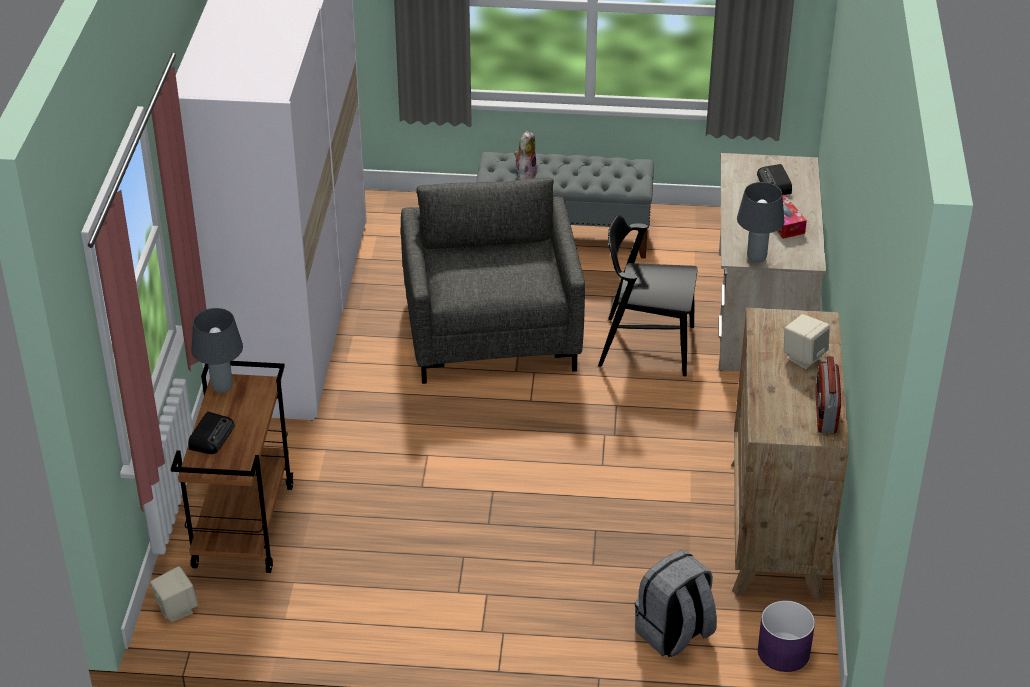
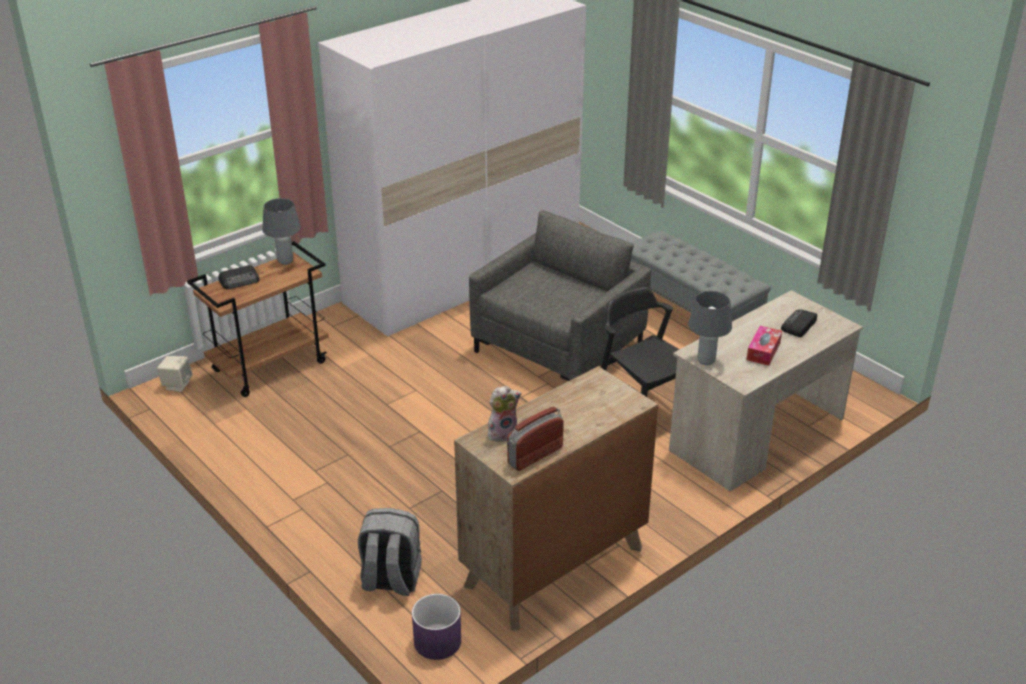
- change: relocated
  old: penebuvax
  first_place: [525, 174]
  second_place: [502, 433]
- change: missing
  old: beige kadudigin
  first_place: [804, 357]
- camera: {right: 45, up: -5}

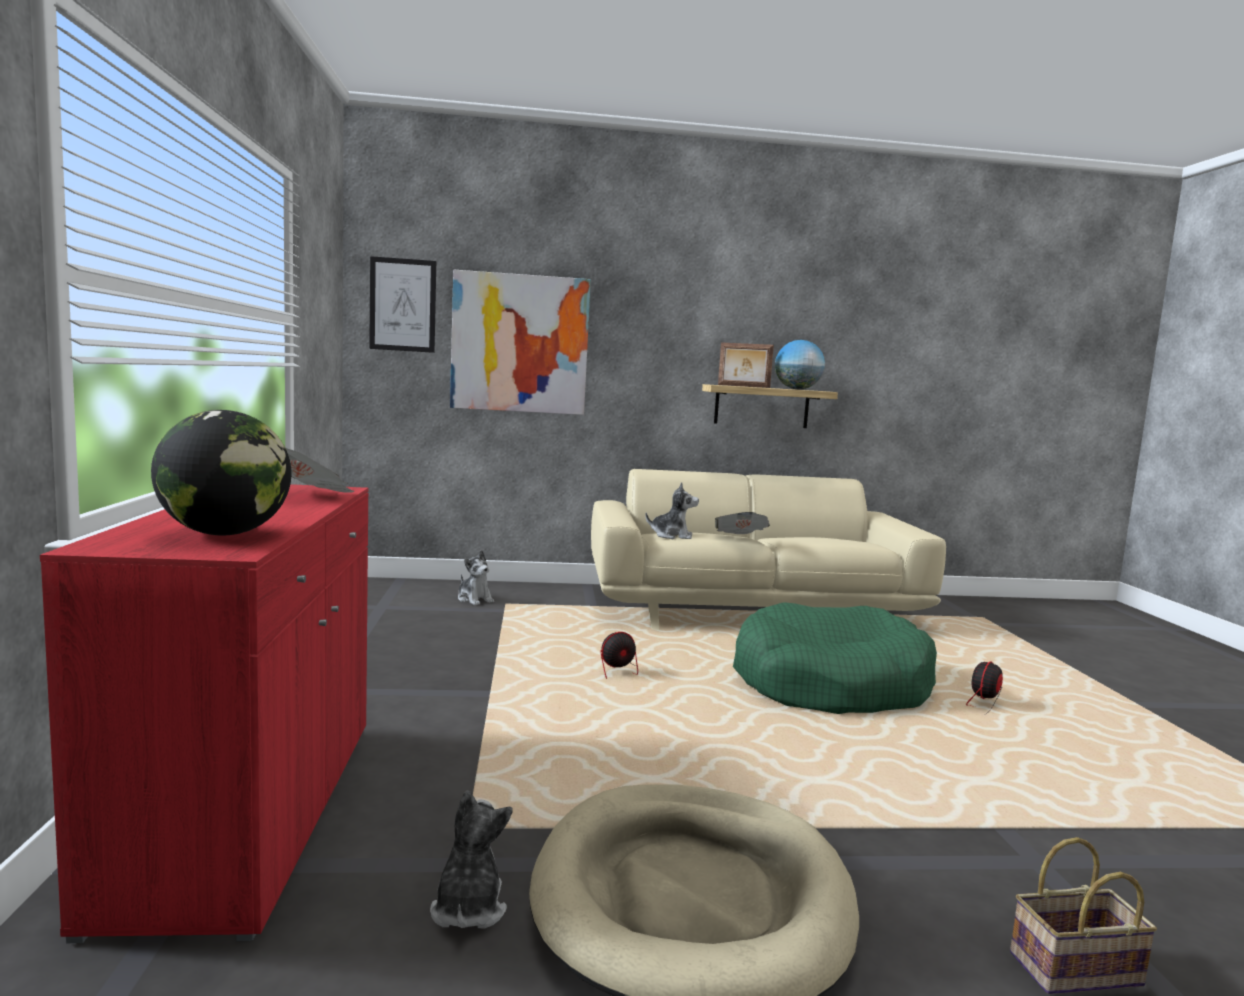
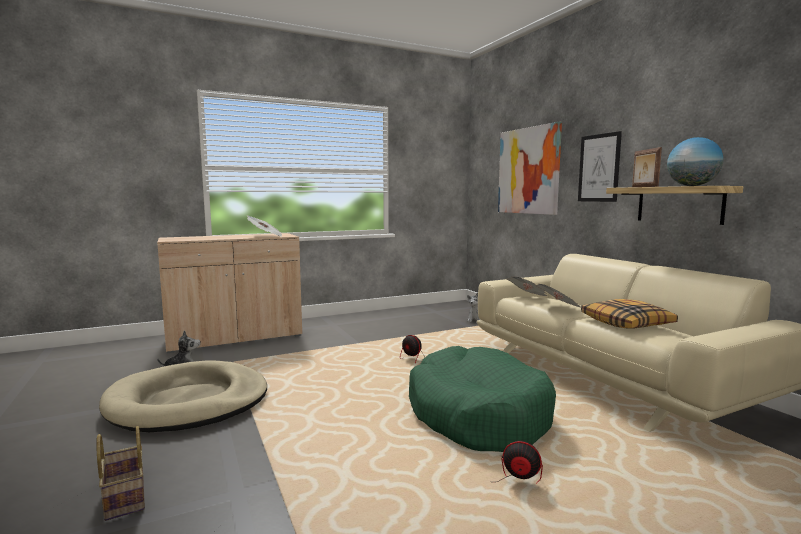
- change: relocated
  old: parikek
  first_place: [403, 305]
  second_place: [599, 168]
- change: missing
  old: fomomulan
  first_place: [224, 534]
- change: exchanged
  old: penebuvax
  new: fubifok
  first_place: [672, 536]
  second_place: [528, 297]
- change: colour
  old: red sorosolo
  new: beige sorosolo
  first_place: [251, 812]
  second_place: [235, 337]
- change: appeared
  new: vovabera
  second_place: [627, 323]
- camera: {right: 70, up: 0}

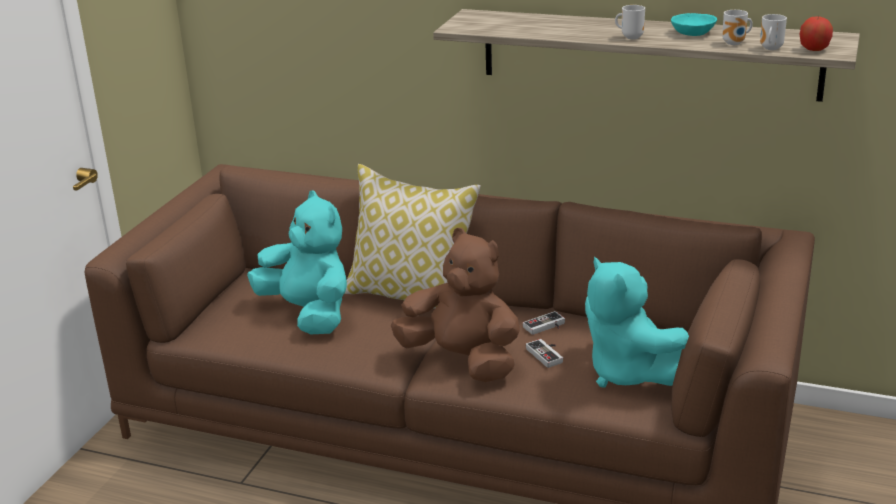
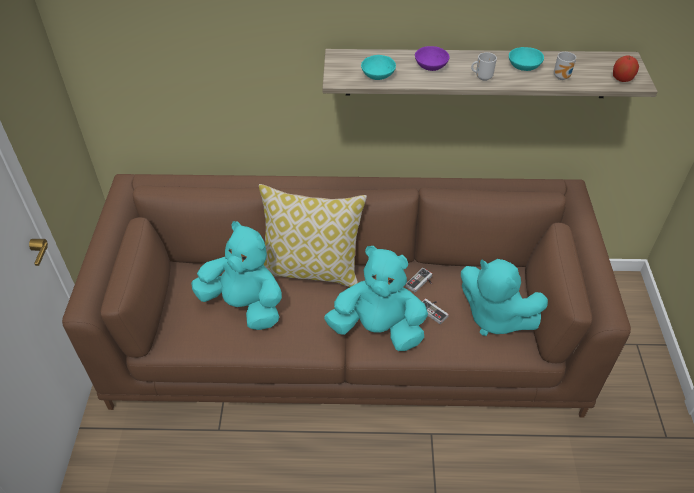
- change: missing
  old: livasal
  first_place: [769, 48]
- change: colour
  old: brown penebuvax
  new: turquoise penebuvax
  first_place: [462, 360]
  second_place: [378, 329]
- change: appeared
  new: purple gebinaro
  second_place: [429, 65]
- change: appeared
  new: turquoise gebinaro
  second_place: [377, 74]
- camera: {right: -20, up: 20}

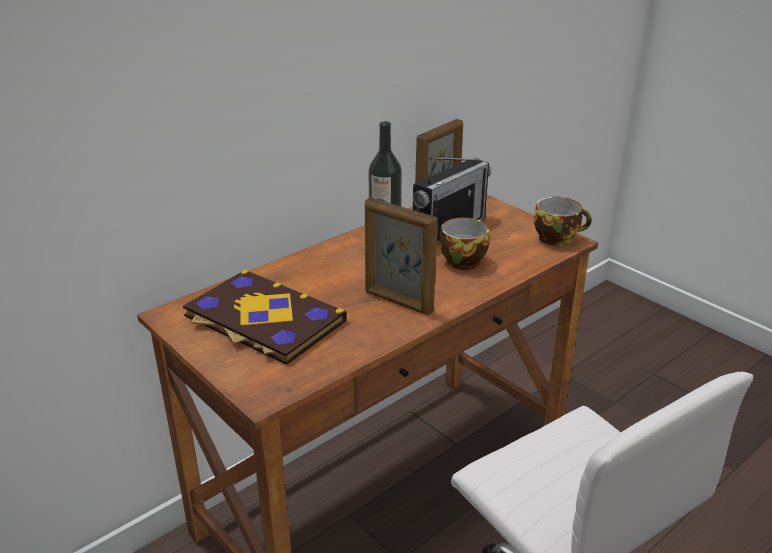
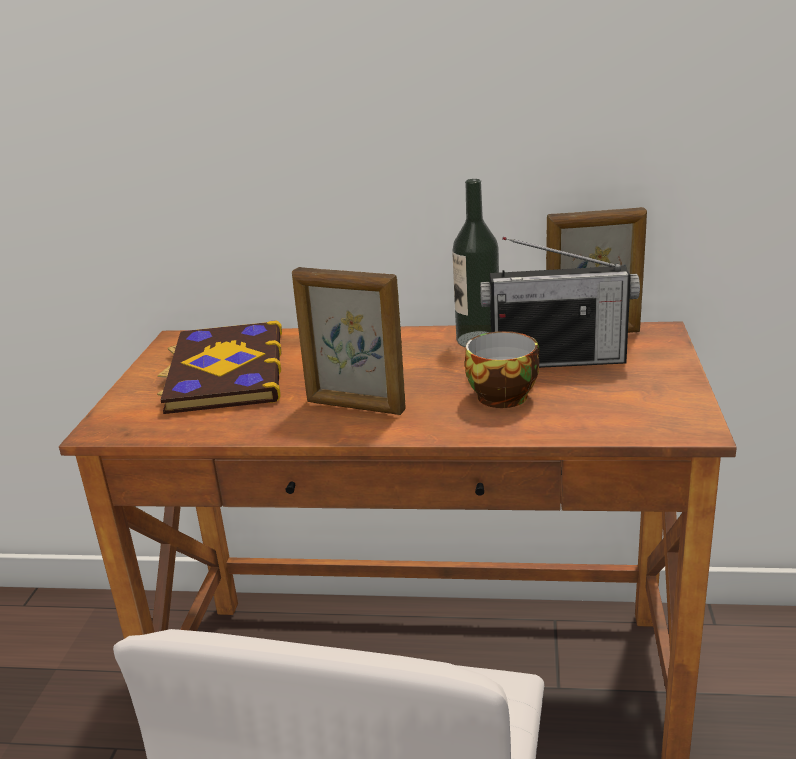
- change: spun
  old: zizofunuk
  first_place: [398, 302]
  second_place: [355, 406]
  degrees: -60
- change: missing
  old: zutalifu
  first_place: [557, 238]
- camera: {right: 50, up: -5}

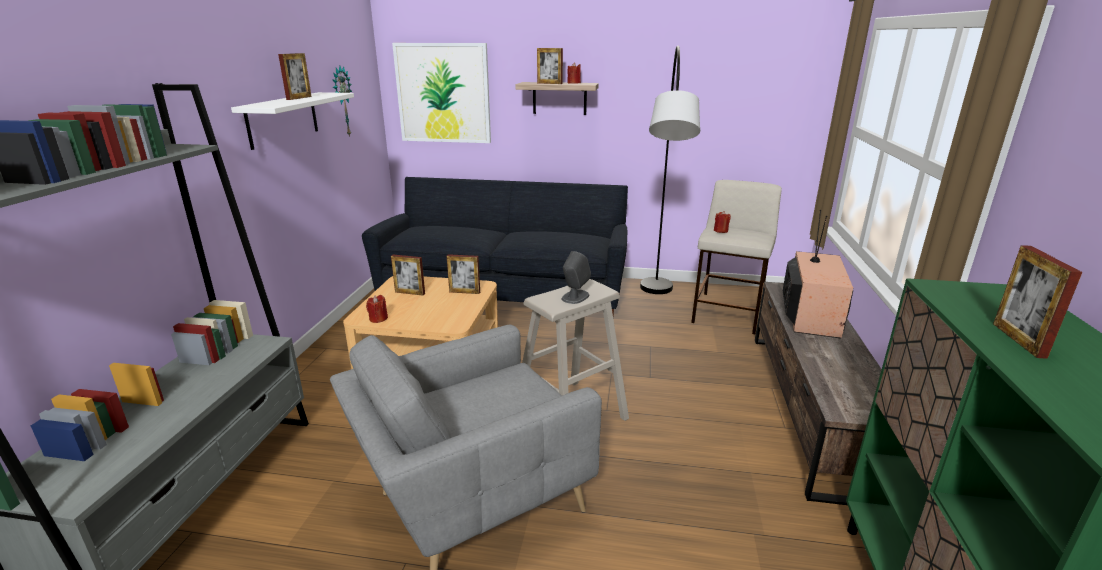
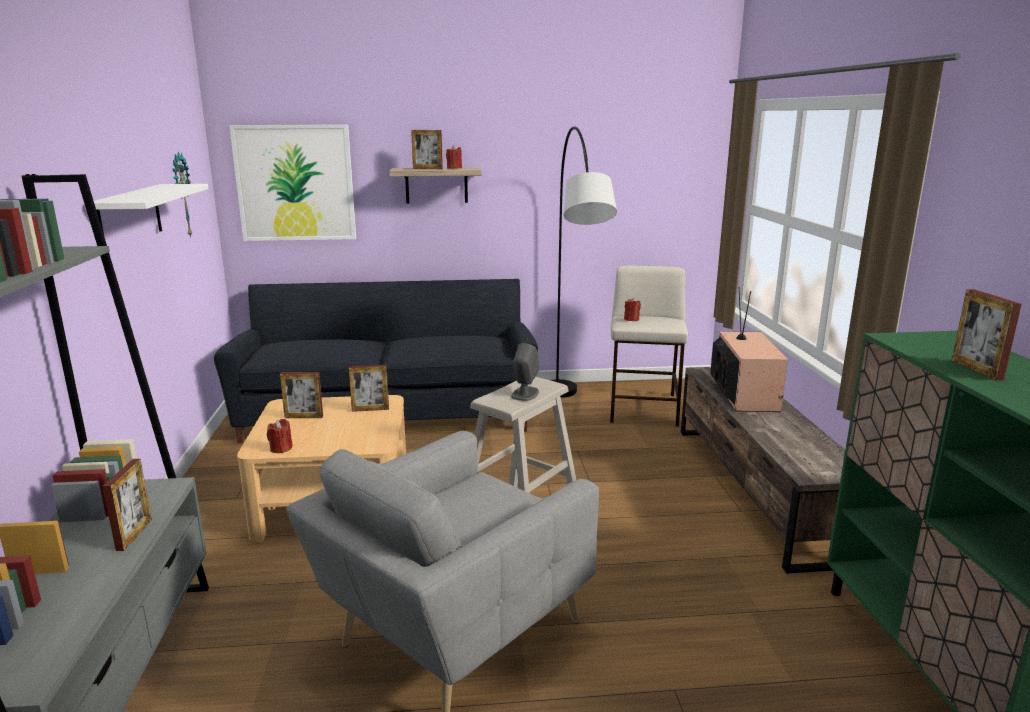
- change: relocated
  old: zizofunuk
  first_place: [299, 98]
  second_place: [134, 534]
- camera: {right: -15, up: -5}

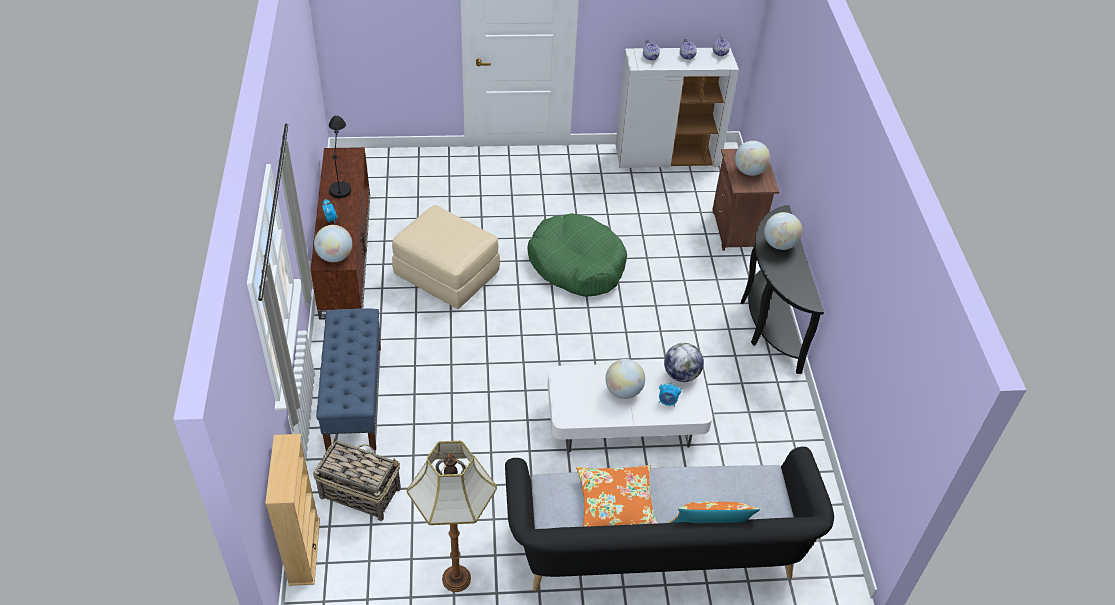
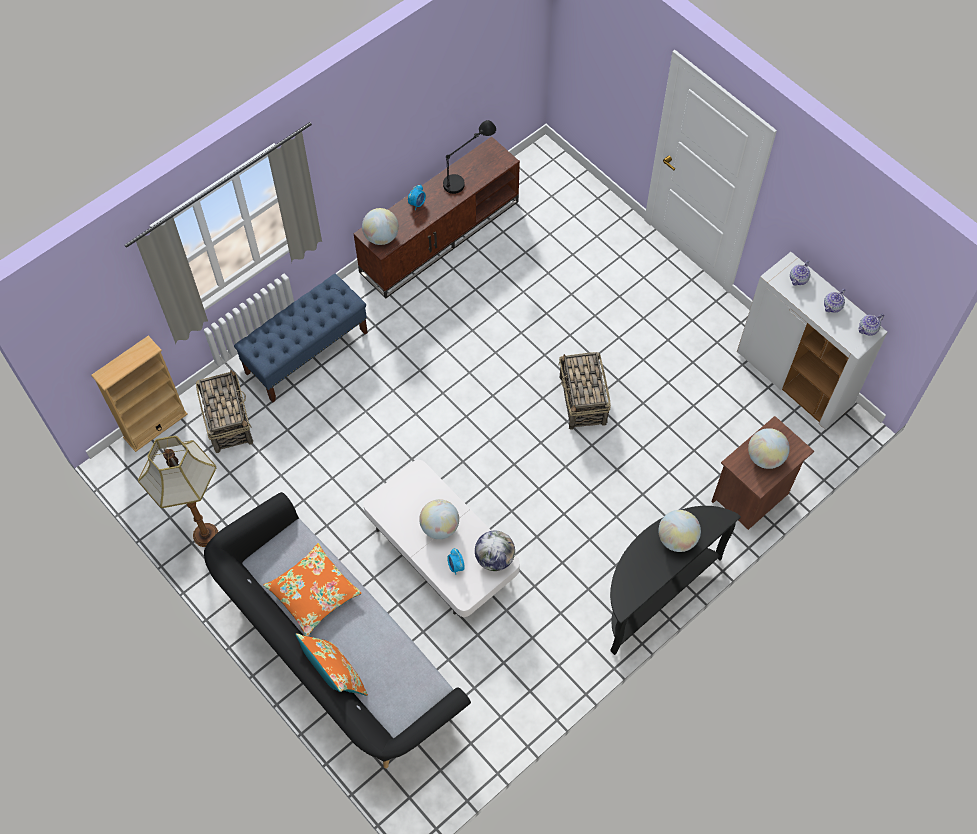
- change: missing
  old: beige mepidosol
  first_place: [446, 274]
- change: exchanged
  old: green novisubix
  new: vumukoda
  first_place: [576, 264]
  second_place: [582, 401]
- camera: {right: 55, up: 15}

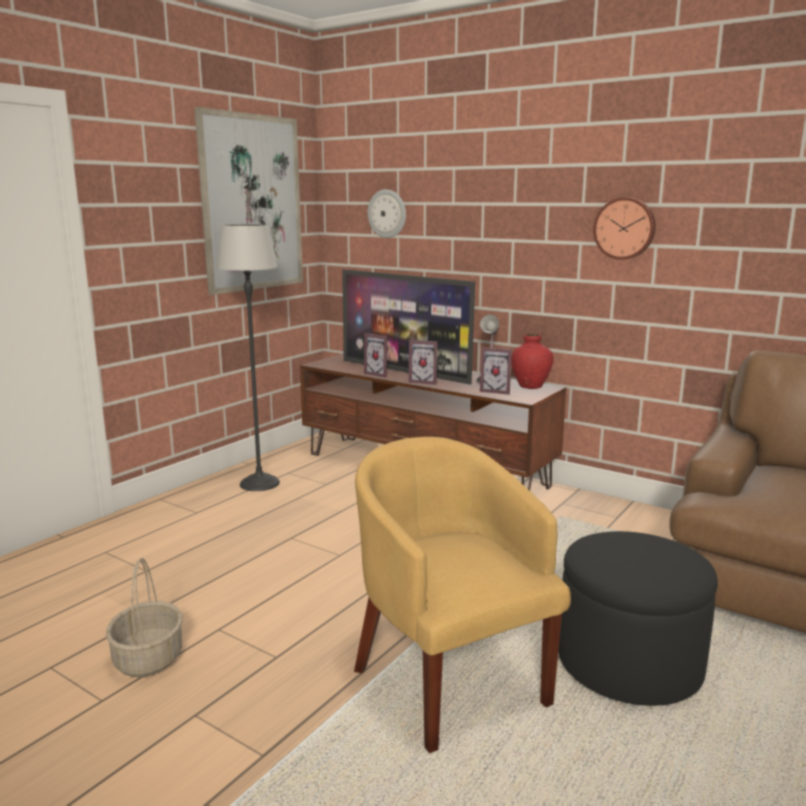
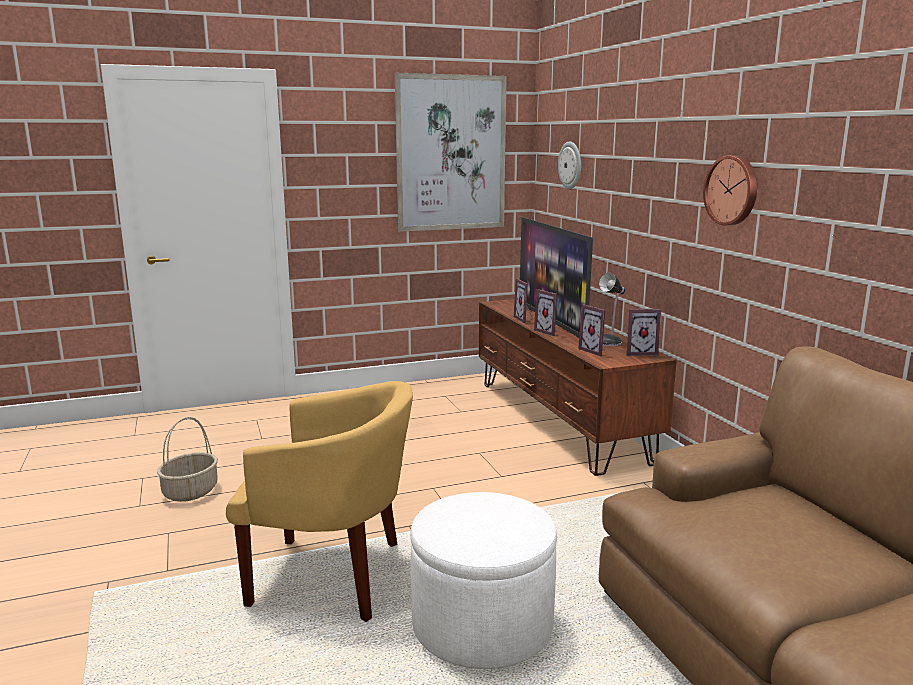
- change: missing
  old: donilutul
  first_place: [260, 483]
- change: exchanged
  old: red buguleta
  new: zizofunuk
  first_place: [530, 386]
  second_place: [640, 353]
- change: spun
  old: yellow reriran
  first_place: [448, 679]
  second_place: [333, 576]
  degrees: 90
- change: colour
  old: black mepidosol
  new: white mepidosol
  first_place: [629, 663]
  second_place: [482, 625]
- camera: {right: 35, up: 0}

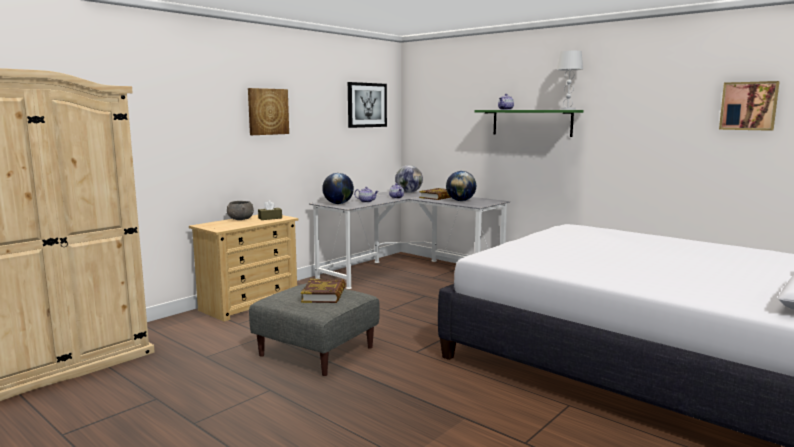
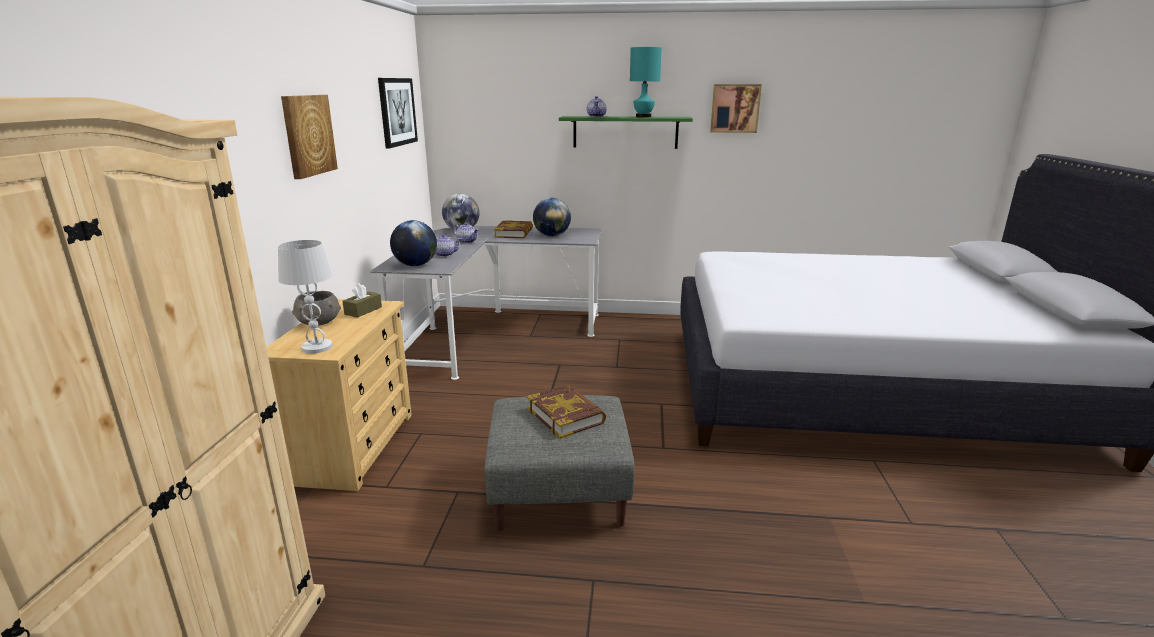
- change: relocated
  old: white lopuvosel
  first_place: [567, 109]
  second_place: [316, 347]
- change: relocated
  old: parikek
  first_place: [748, 106]
  second_place: [735, 108]
- change: appeared
  new: turquoise lopuvosel
  second_place: [643, 117]
- camera: {right: -35, up: 10}

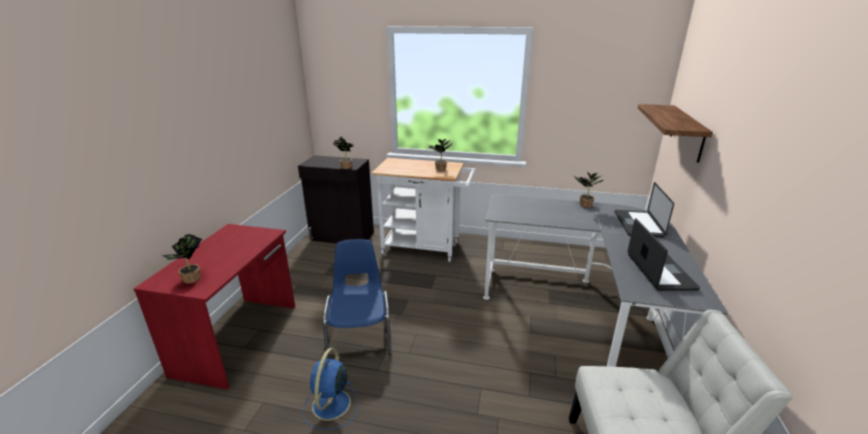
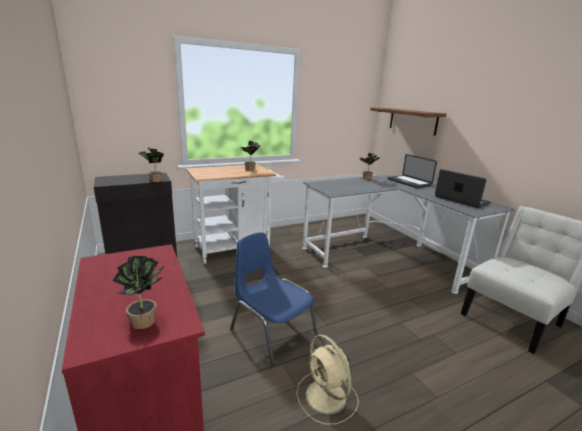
- change: colour
  old: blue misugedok
  new: beige misugedok
  first_place: [331, 406]
  second_place: [327, 397]
- camera: {right: -40, up: -5}

